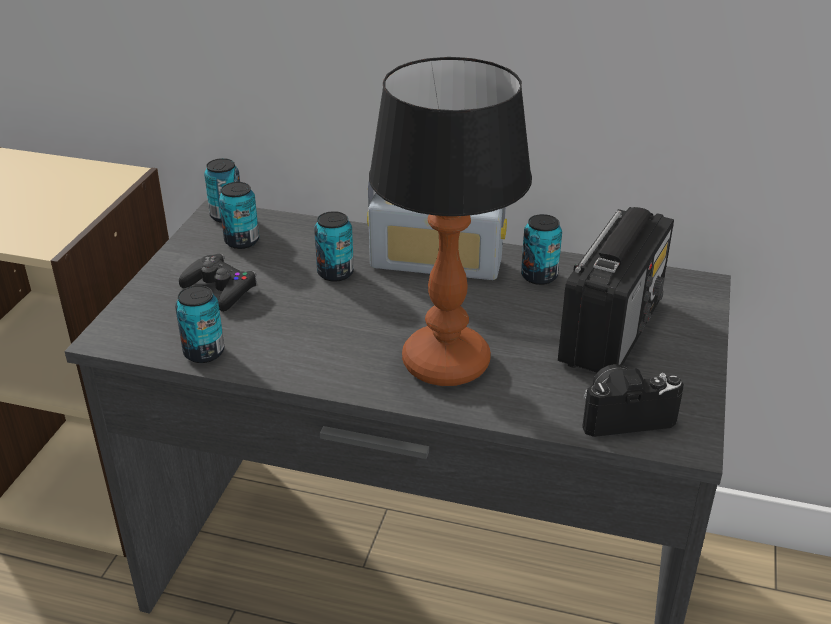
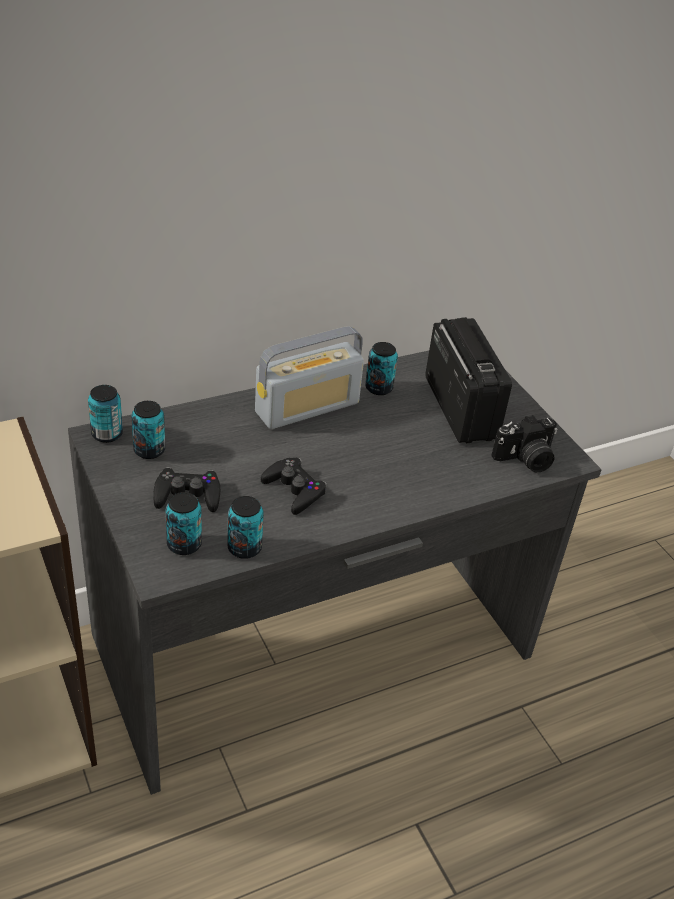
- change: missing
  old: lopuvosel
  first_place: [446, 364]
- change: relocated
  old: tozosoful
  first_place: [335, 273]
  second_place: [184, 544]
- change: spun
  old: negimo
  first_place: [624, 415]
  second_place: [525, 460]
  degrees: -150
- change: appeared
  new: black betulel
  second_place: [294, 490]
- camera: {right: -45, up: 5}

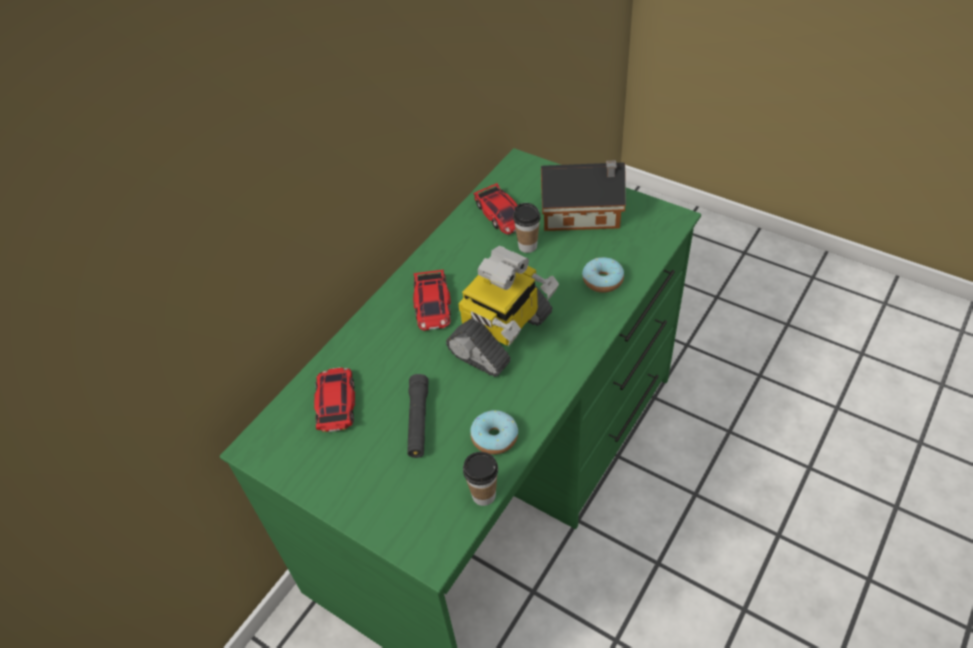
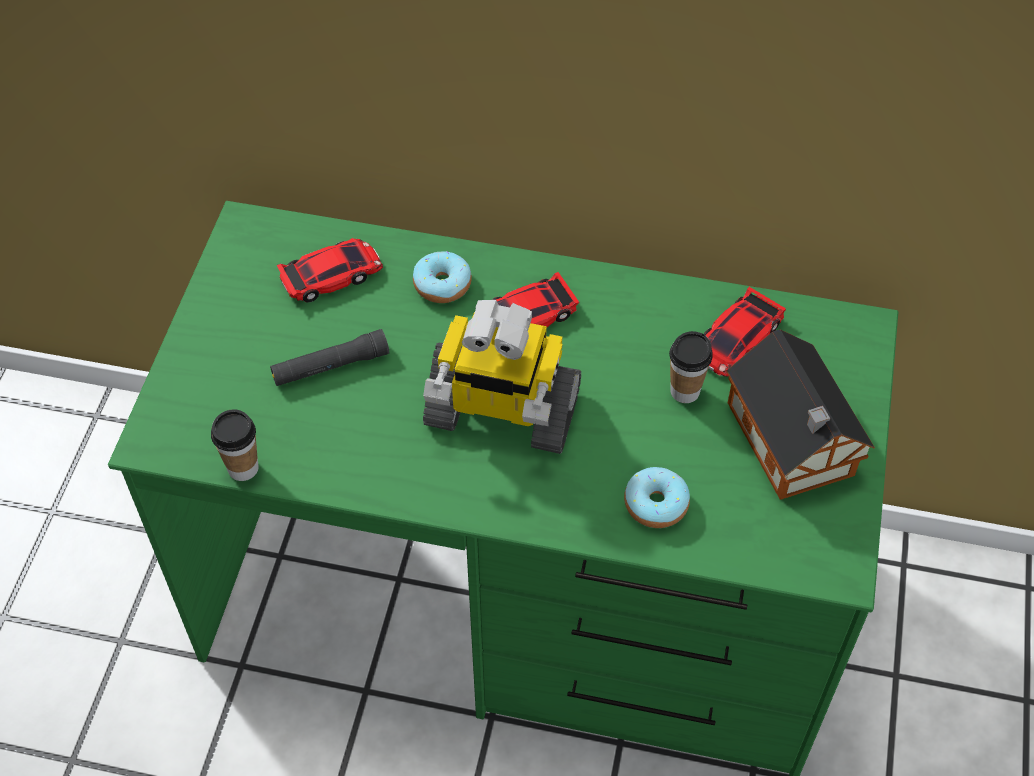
- change: relocated
  old: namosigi
  first_place: [494, 437]
  second_place: [442, 285]
- camera: {right: 65, up: 5}

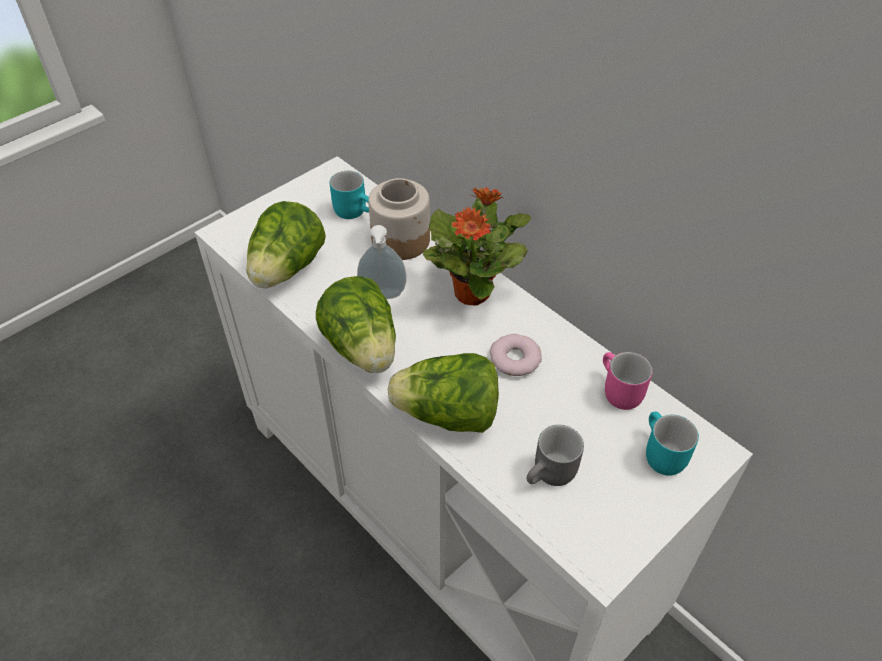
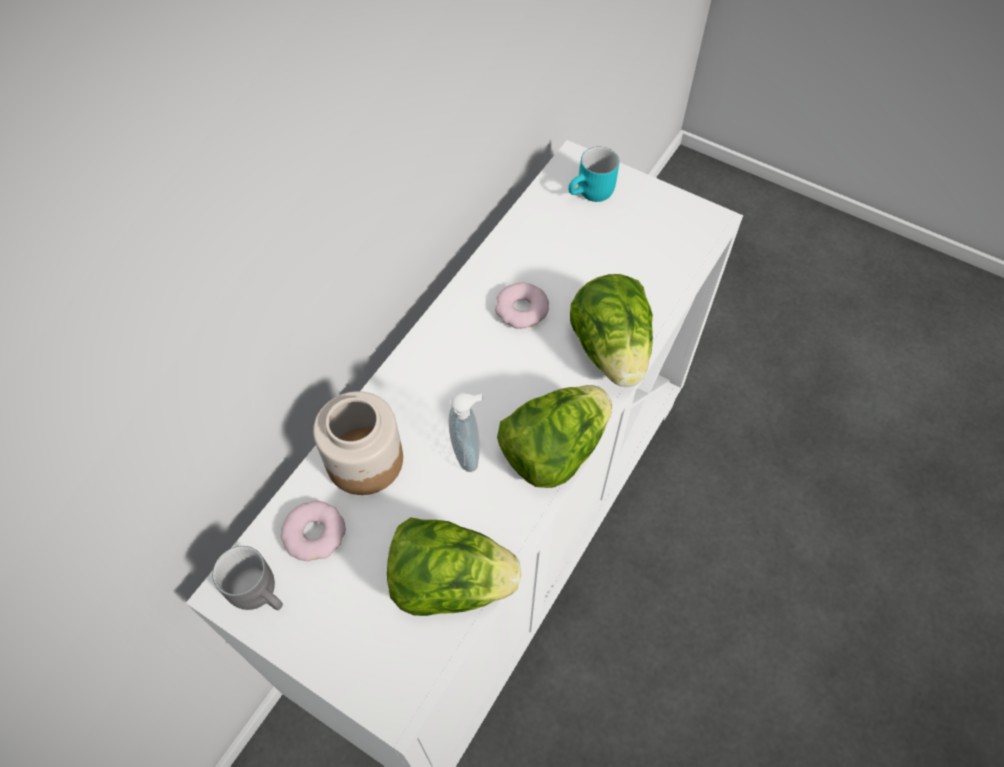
- change: exchanged
  old: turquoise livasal
  new: namosigi
  first_place: [355, 211]
  second_place: [315, 533]
- change: missing
  old: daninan
  first_place: [473, 292]
- change: missing
  old: pink livasal
  first_place: [616, 392]
- change: relocated
  old: grey livasal
  first_place: [552, 476]
  second_place: [261, 590]
- camera: {right: -105, up: 10}

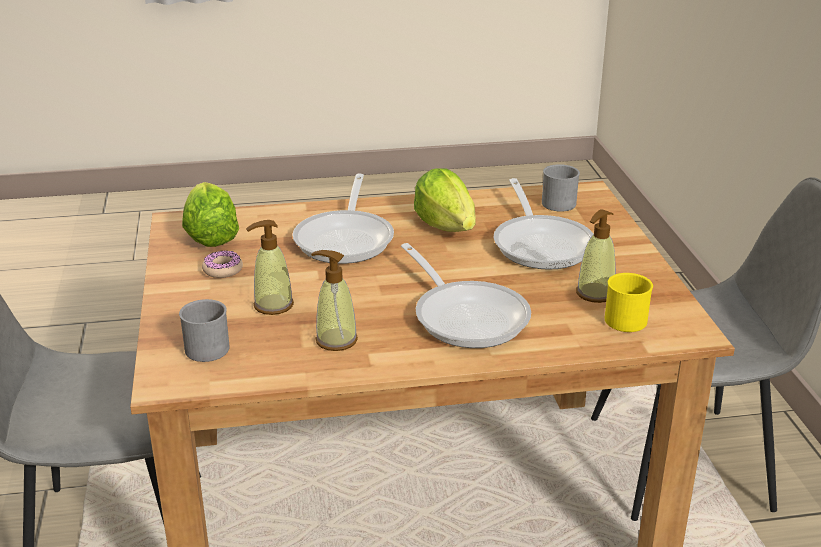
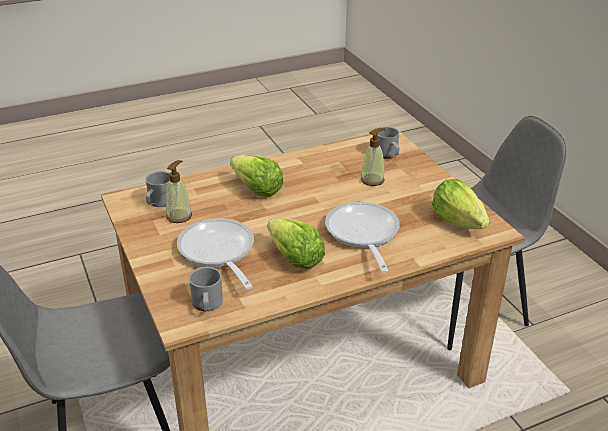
- change: exchanged
  old: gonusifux
  new: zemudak
  first_place: [466, 316]
  second_place: [257, 190]
- change: missing
  old: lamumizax
  first_place: [336, 340]
- change: missing
  old: namosigi
  first_place: [223, 270]
- change: colour
  old: yellow livasal
  new: grey livasal
  first_place: [629, 318]
  second_place: [159, 202]
- camera: {right: 165, up: 5}

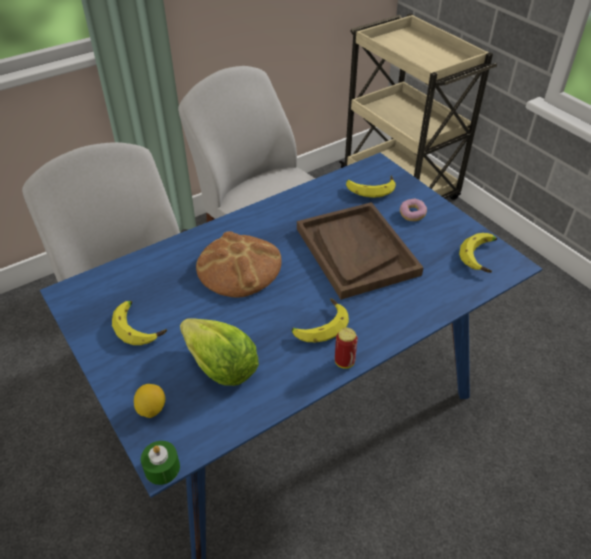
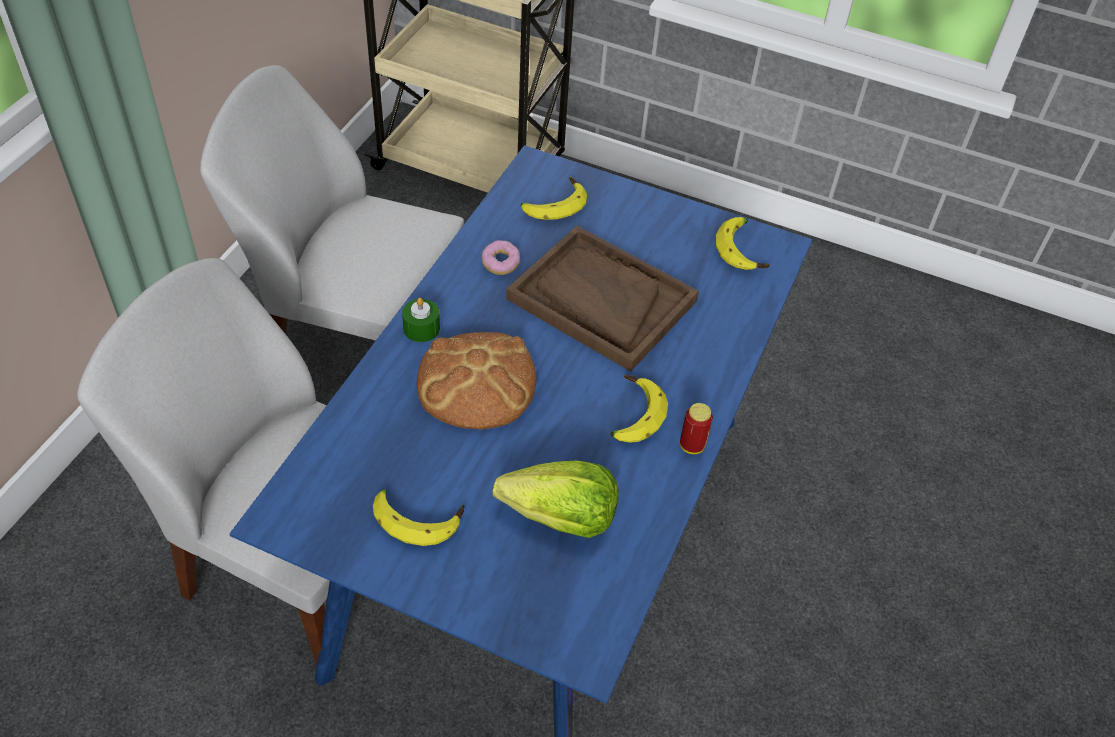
- change: relocated
  old: namosigi
  first_place: [412, 214]
  second_place: [500, 264]
- change: missing
  old: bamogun
  first_place: [151, 409]
- change: relocated
  old: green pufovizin
  first_place: [162, 468]
  second_place: [421, 328]
- camera: {right: -35, up: 5}

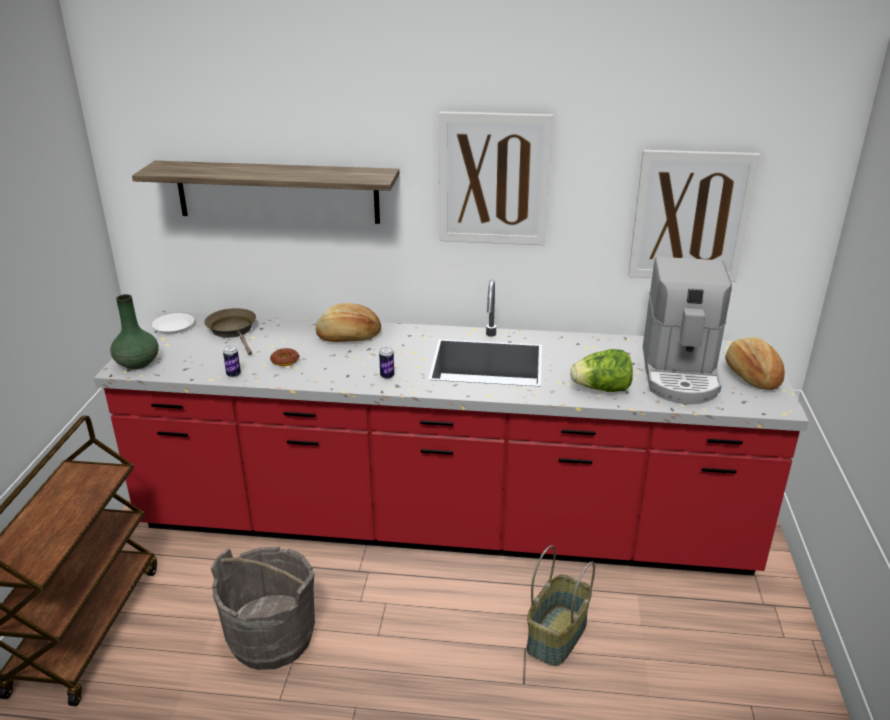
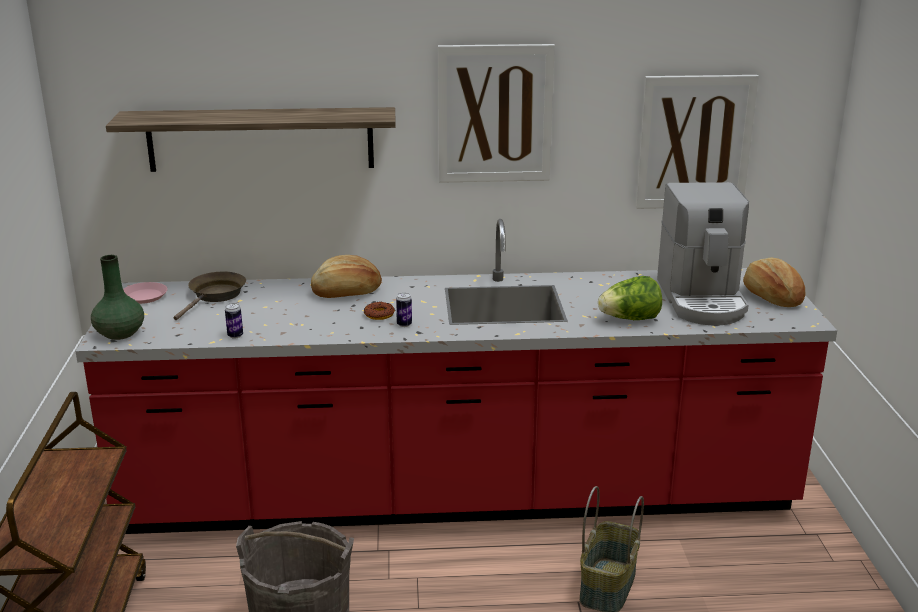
- change: spun
  old: brown gonusifux
  first_place: [233, 331]
  second_place: [215, 296]
  degrees: 60
- change: colour
  old: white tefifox
  new: pink tefifox
  first_place: [174, 327]
  second_place: [144, 296]
- change: relocated
  old: namosigi
  first_place: [285, 360]
  second_place: [379, 314]
- camera: {right: -10, up: -5}

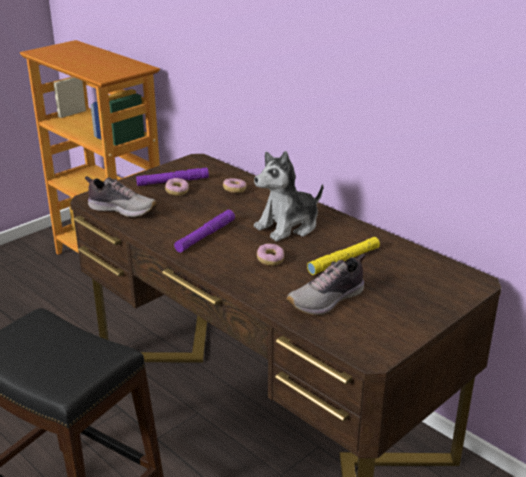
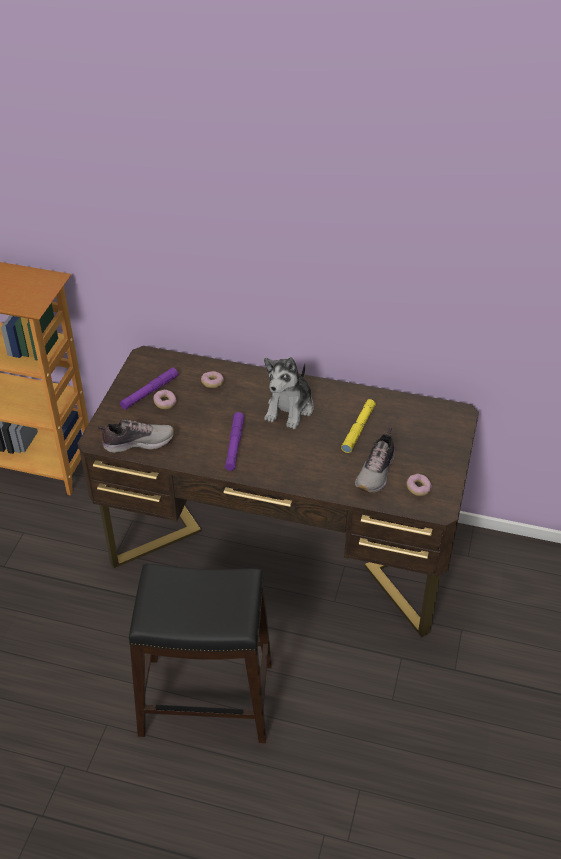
- change: relocated
  old: namosigi
  first_place: [270, 260]
  second_place: [418, 488]
- camera: {right: -30, up: 15}

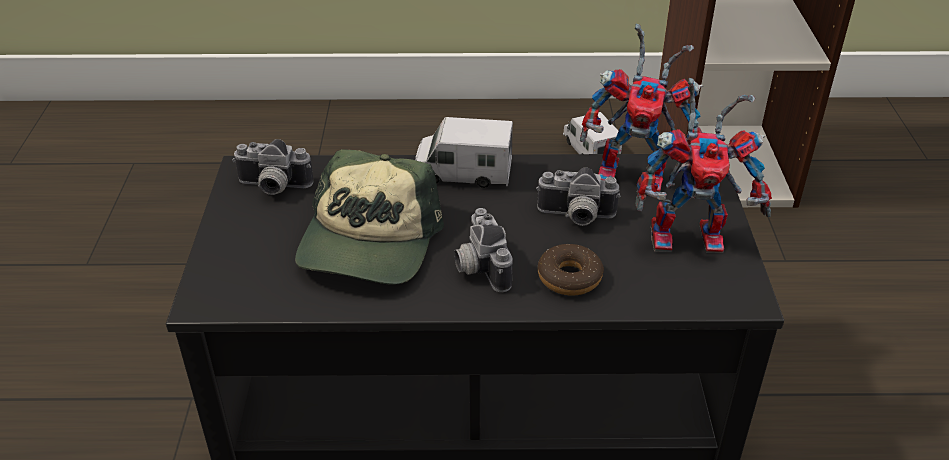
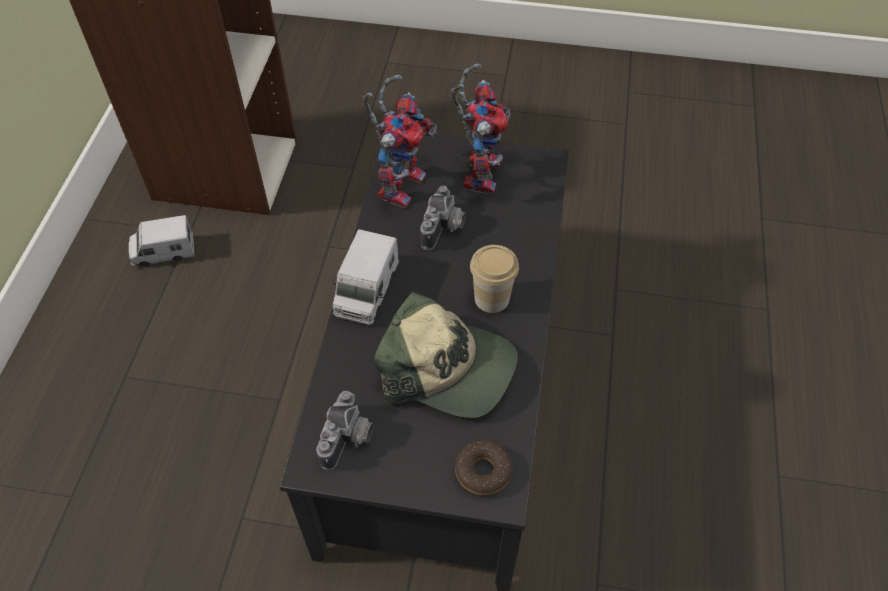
- change: exchanged
  old: negimo
  new: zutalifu
  first_place: [478, 267]
  second_place: [491, 298]
- change: relocated
  old: namosigi
  first_place: [569, 277]
  second_place: [483, 471]
- camera: {right: -80, up: 15}

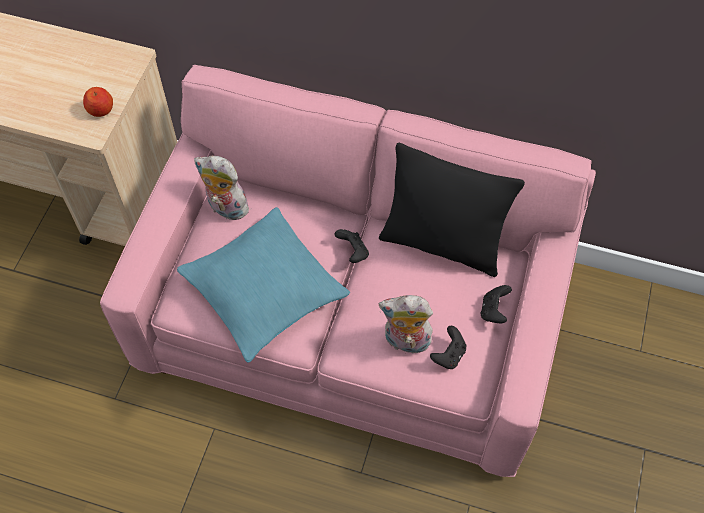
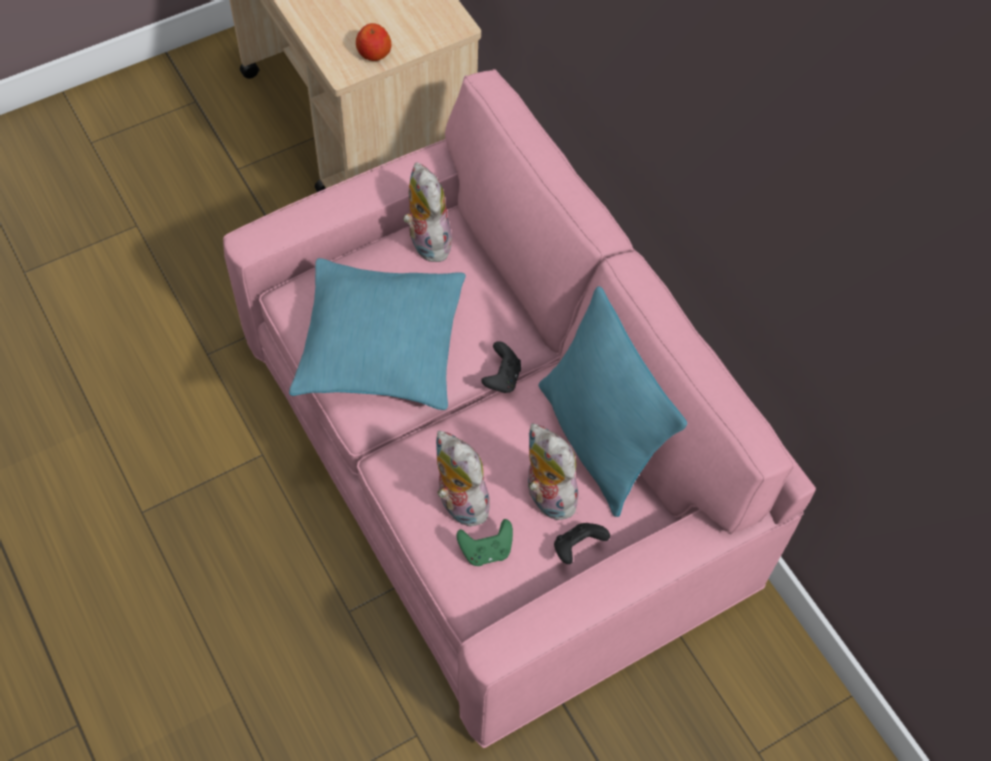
- change: colour
  old: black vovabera
  new: turquoise vovabera
  first_place: [442, 244]
  second_place: [597, 441]
- change: colour
  old: black betulel
  new: green betulel
  first_place: [448, 355]
  second_place: [486, 550]
- change: appeared
  new: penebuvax
  second_place: [546, 496]
- camera: {right: 40, up: 0}

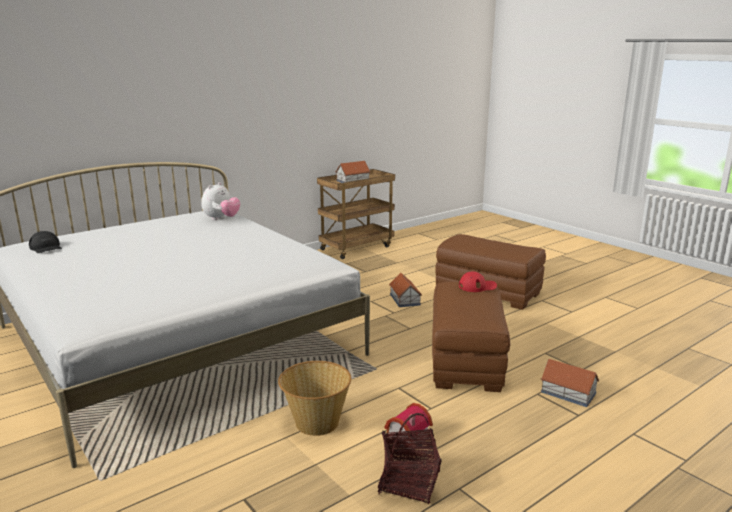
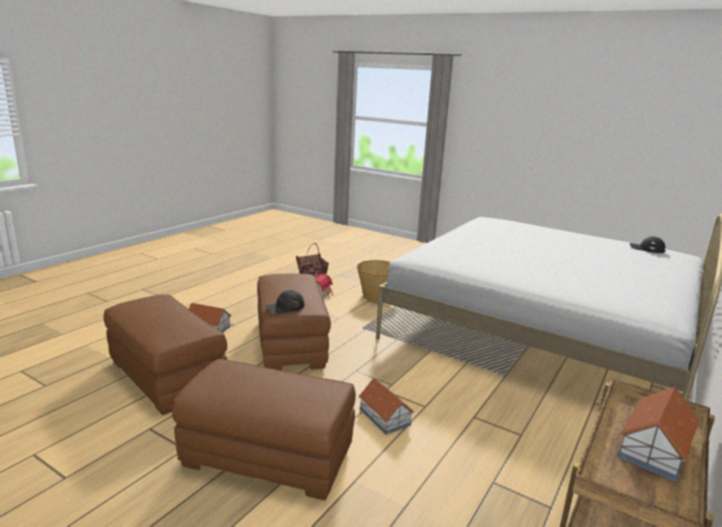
- change: missing
  old: penebuvax
  first_place: [221, 219]
- change: colour
  old: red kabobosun
  new: black kabobosun
  first_place: [477, 286]
  second_place: [285, 307]
- change: appeared
  new: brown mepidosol
  second_place: [165, 376]
- camera: {right: 160, up: 0}

